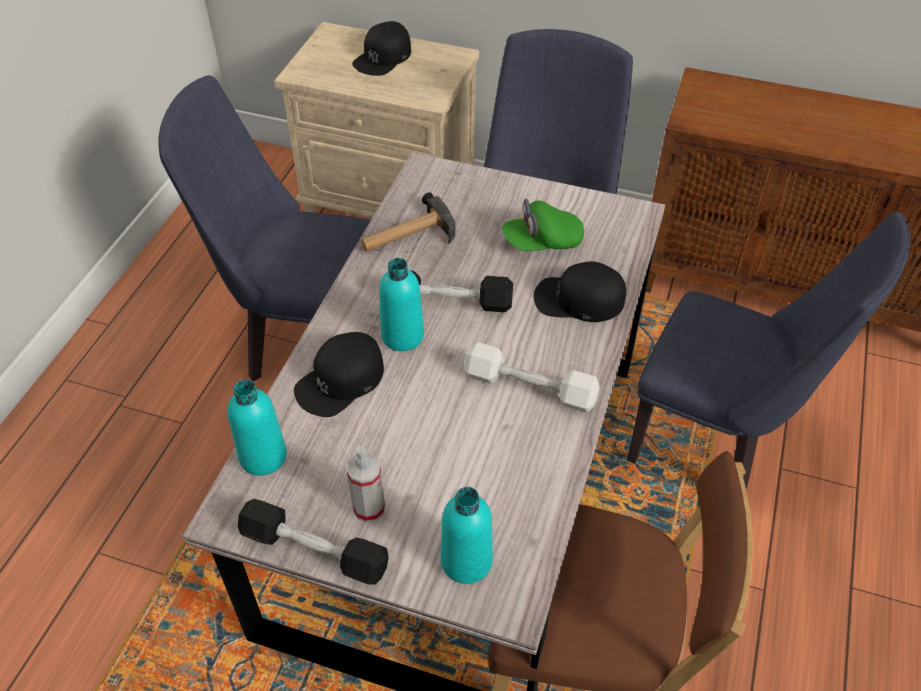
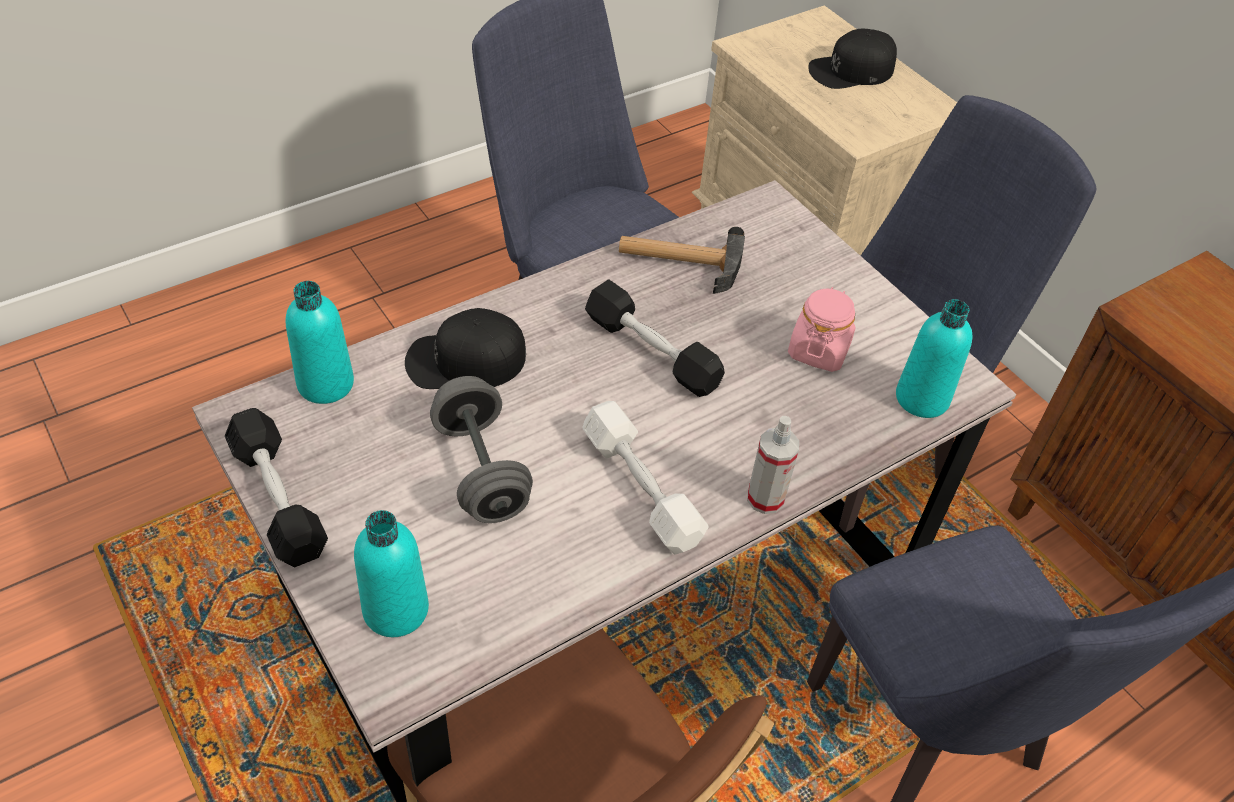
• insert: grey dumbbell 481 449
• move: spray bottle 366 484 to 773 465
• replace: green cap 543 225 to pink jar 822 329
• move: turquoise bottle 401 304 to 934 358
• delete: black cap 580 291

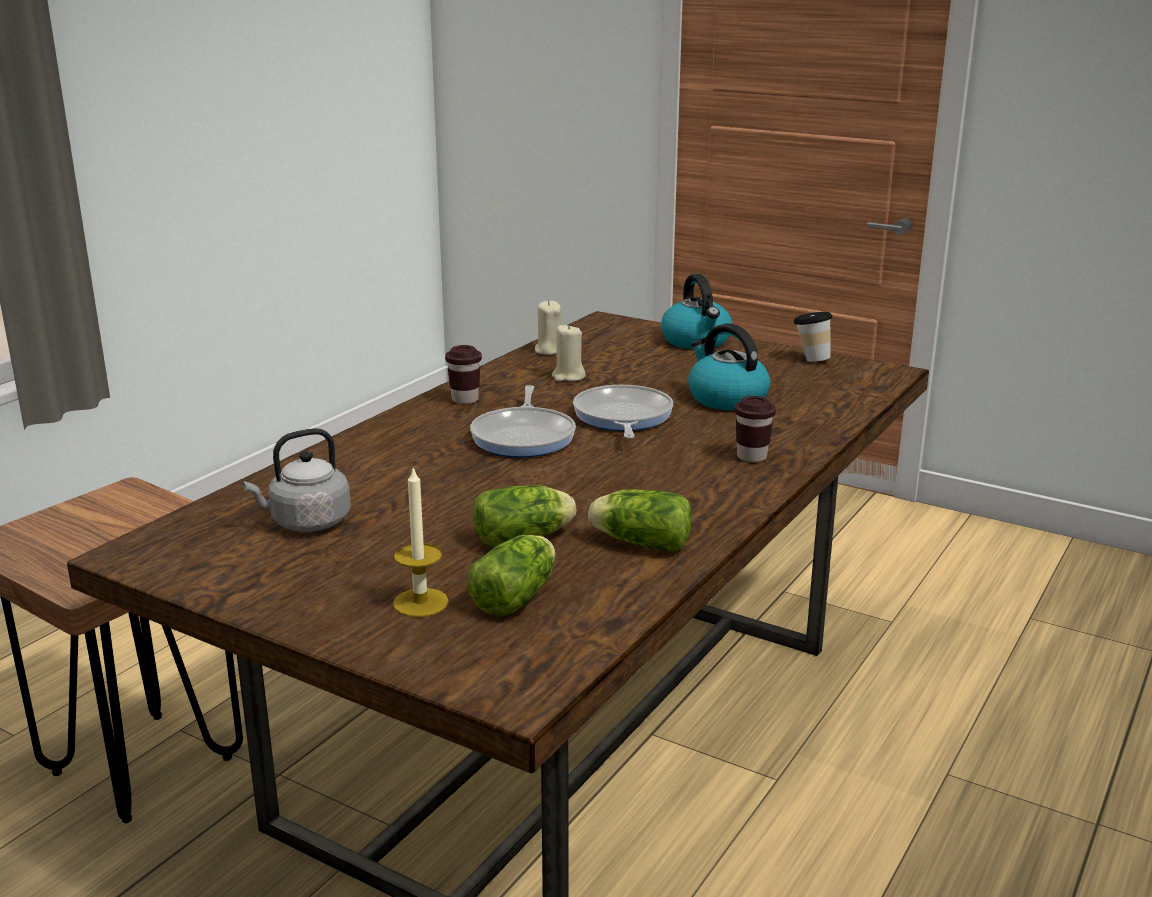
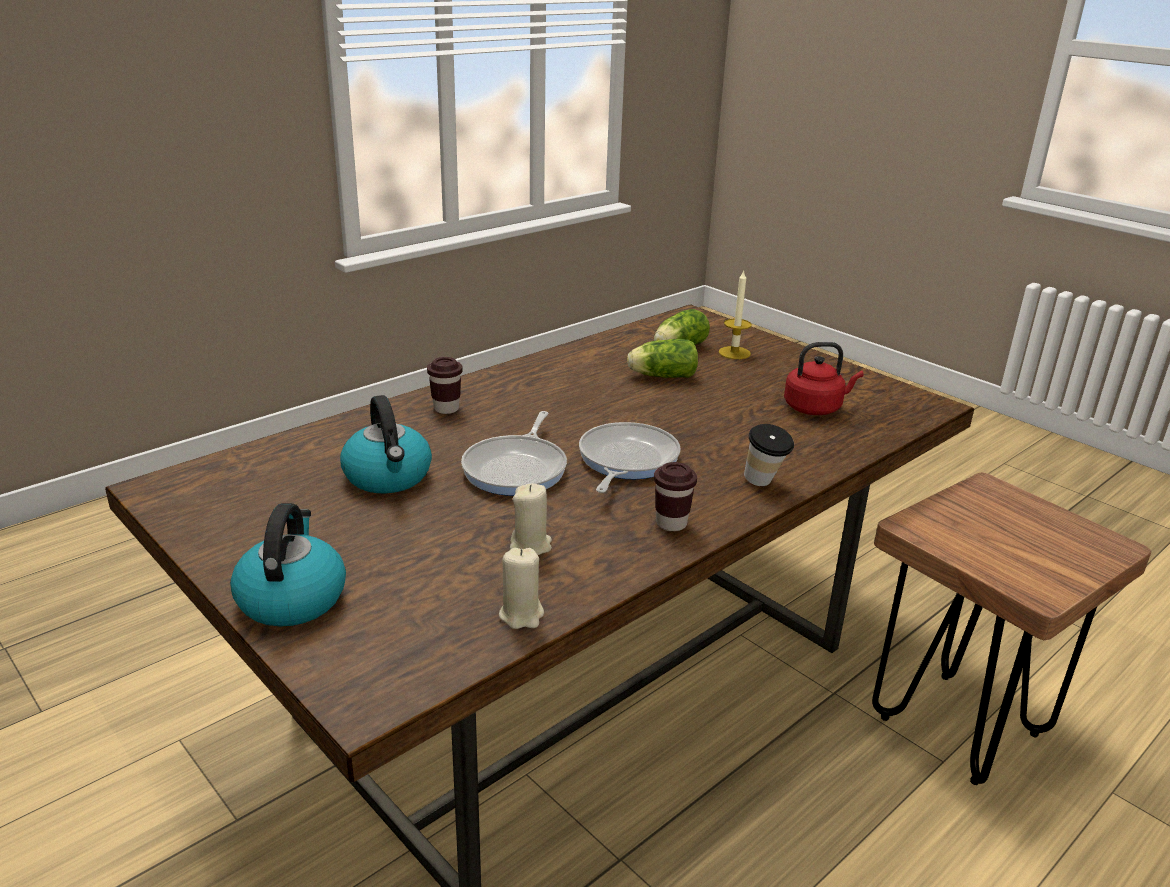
• move: cup 813 337 to 769 455
• recolor: grey kettle 296 480 to red kettle 824 378
• delete: lettuce 640 520

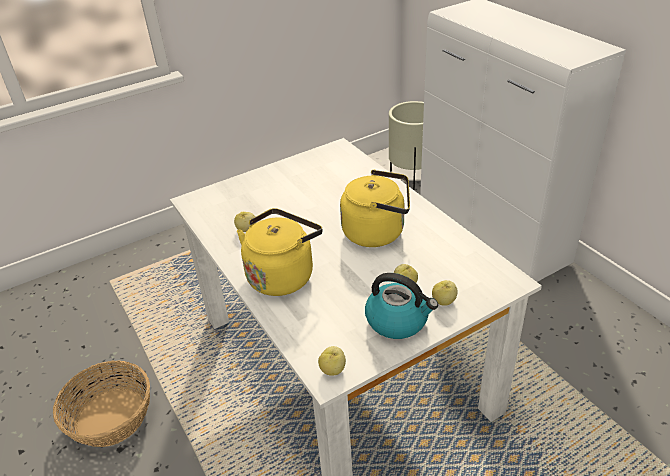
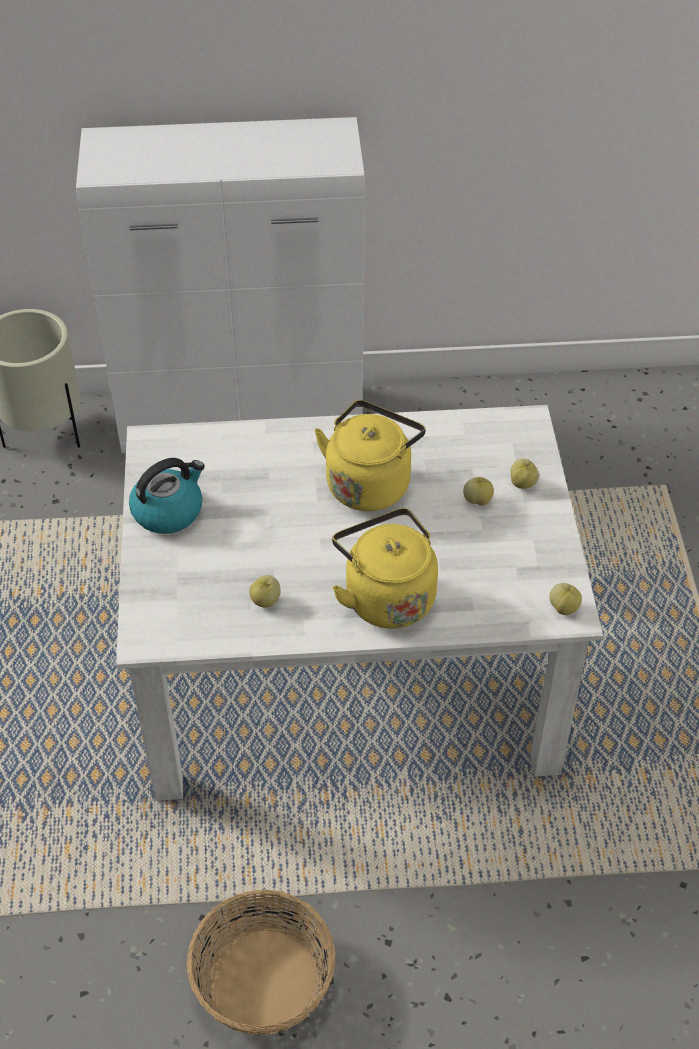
• move: kettle 401 306 to 167 496

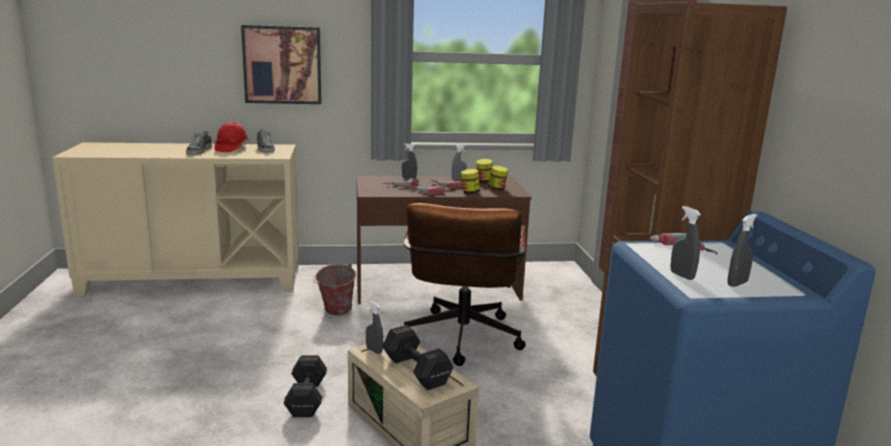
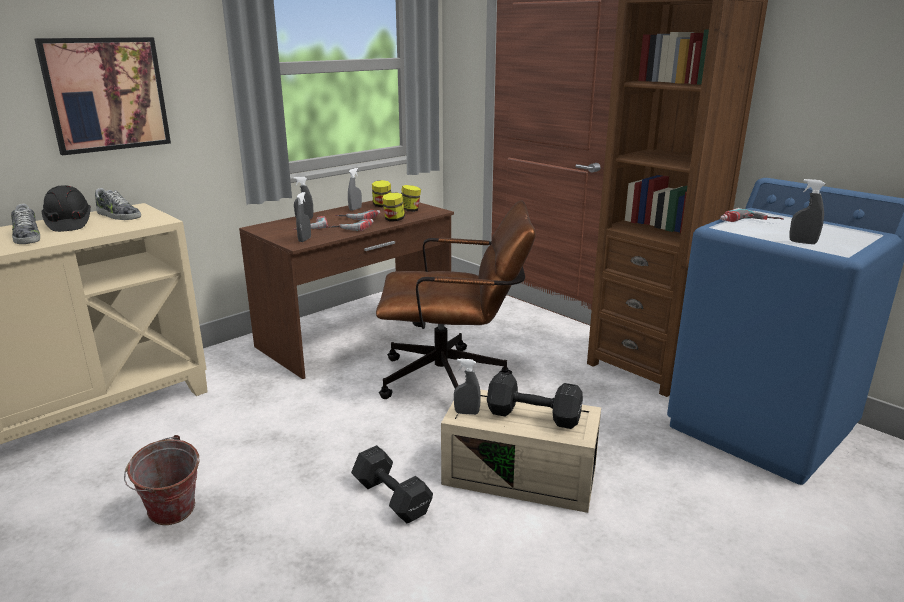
• recolor: red hard hat 231 137 to black hard hat 66 208
• move: bucket 335 289 to 162 480
• move: grey spray bottle 742 250 to 303 217
• rotate: brown office chair 465 284 = 456 299 60 degrees counterclockwise

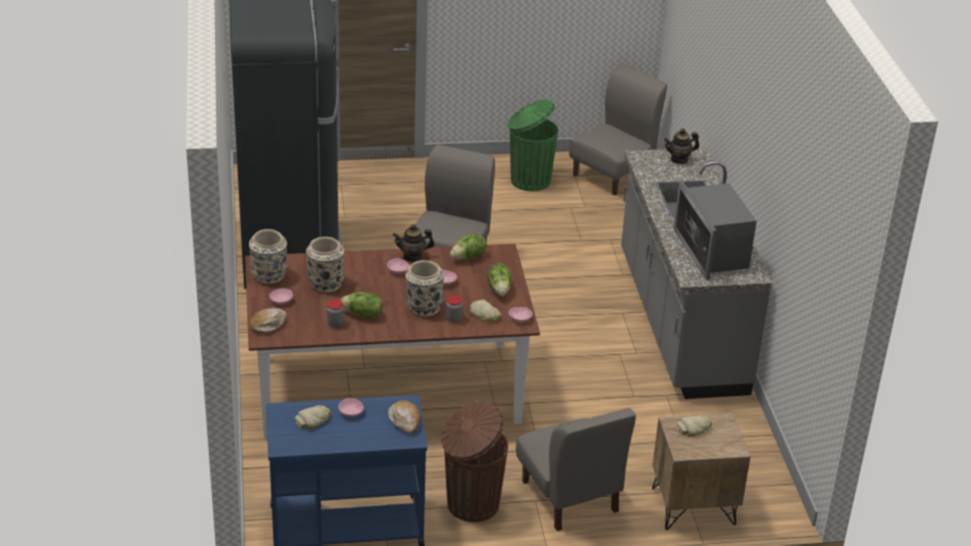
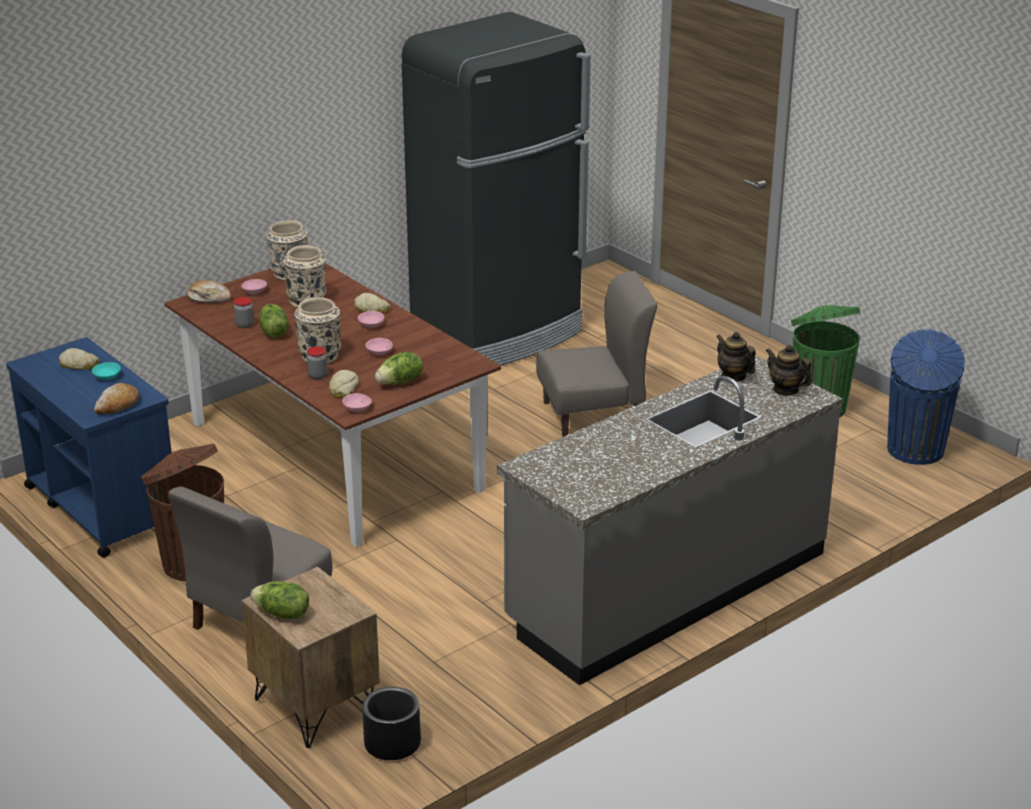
• recolor: pink bowl 351 407 to turquoise bowl 106 371
• move: lettuce 468 247 to 280 600
• move: bread 694 426 to 372 303
• insert: black planter 392 723
• move: teapot 413 243 to 736 357
• replace: grey chair 618 130 to blue trash can 926 397
• delete: microwave 715 230

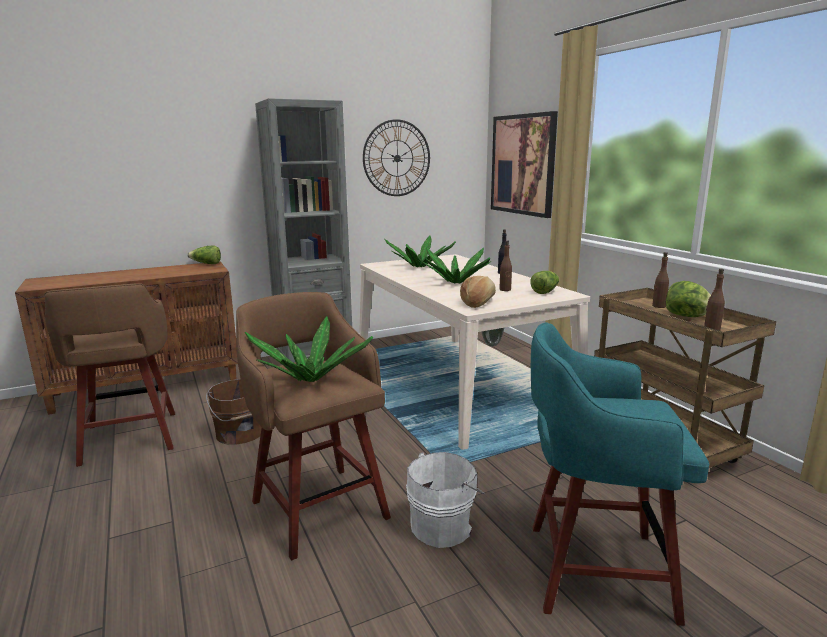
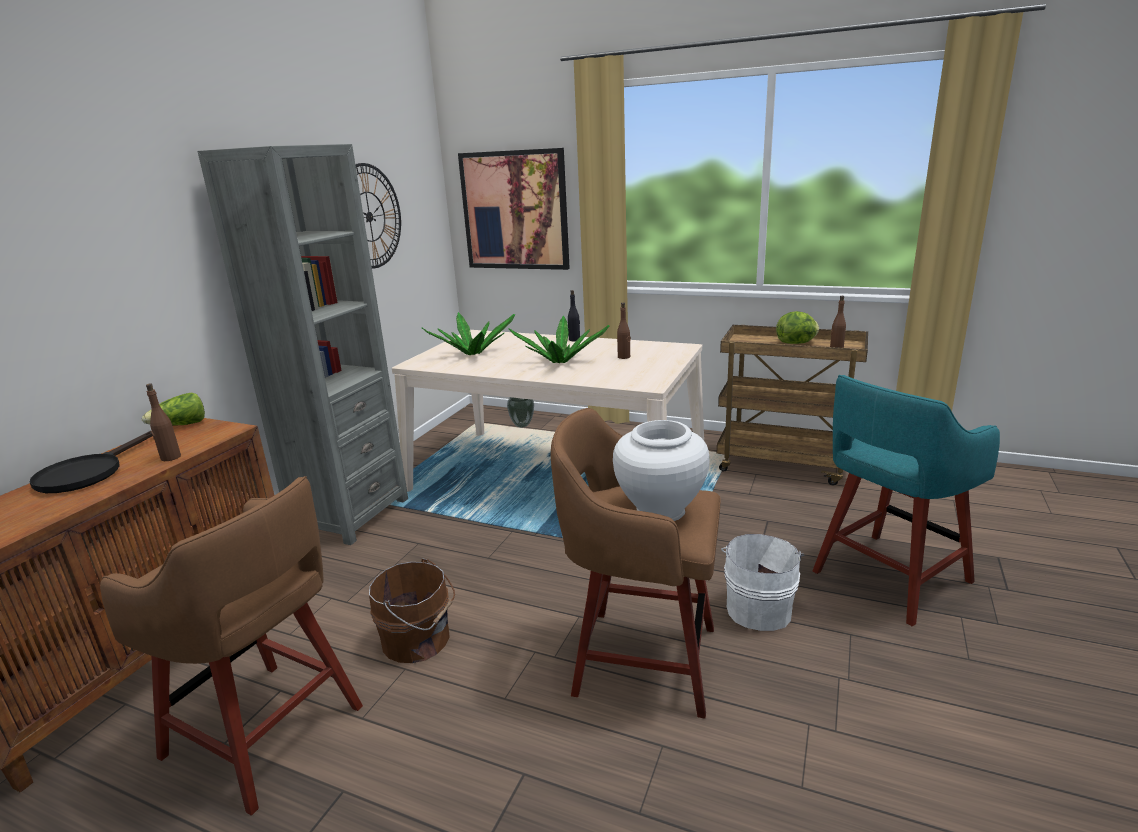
• insert: black frying pan 91 462
• move: brown bottle 660 280 to 163 422
• replace: potted plant 308 349 to white vase 661 470
• delete: bread 478 292
• delete: lettuce 545 282

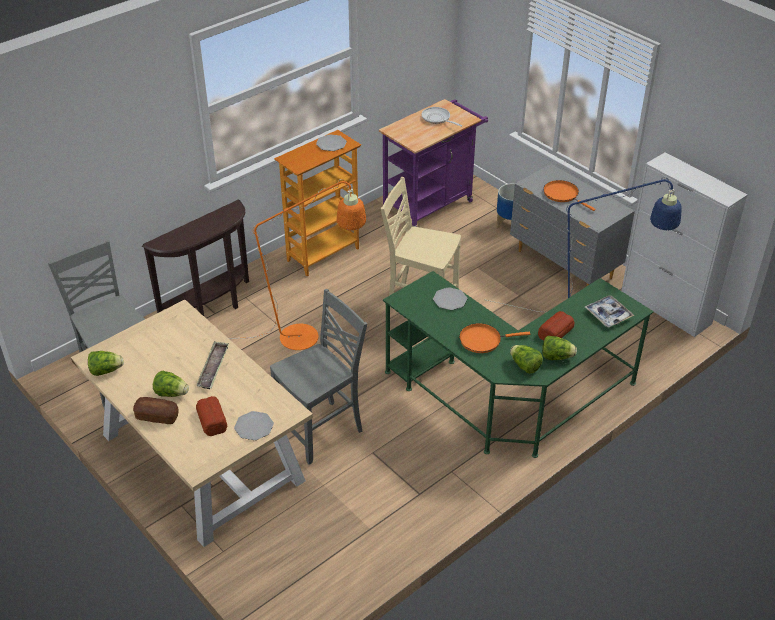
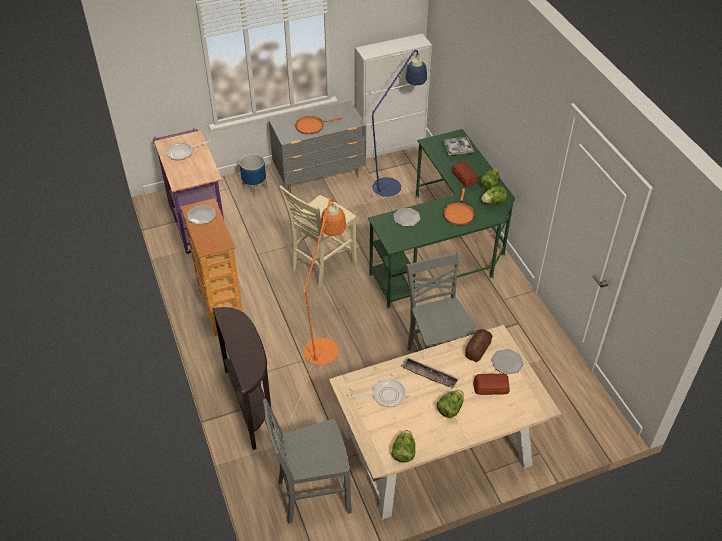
• insert: frying pan 377 393
• move: bread 155 410 to 479 345

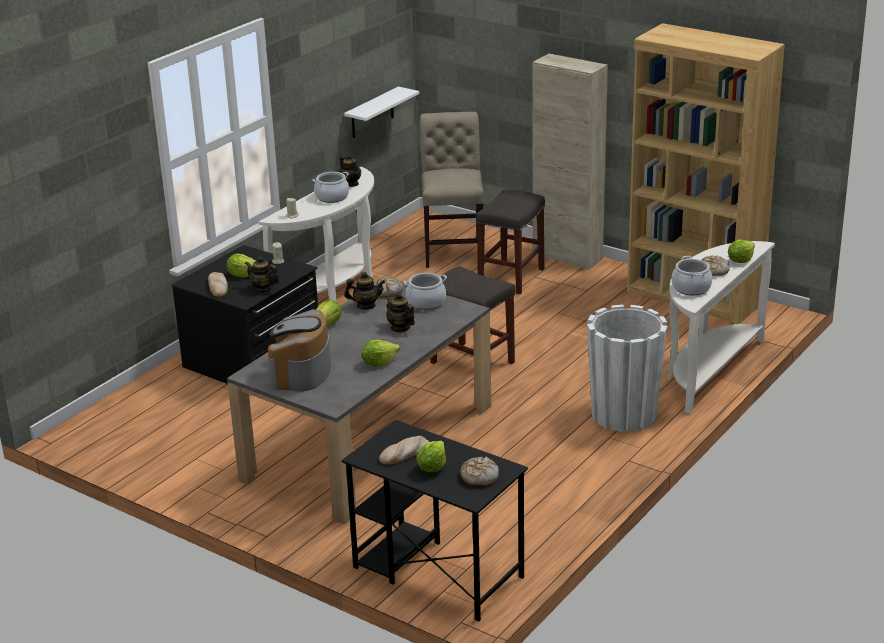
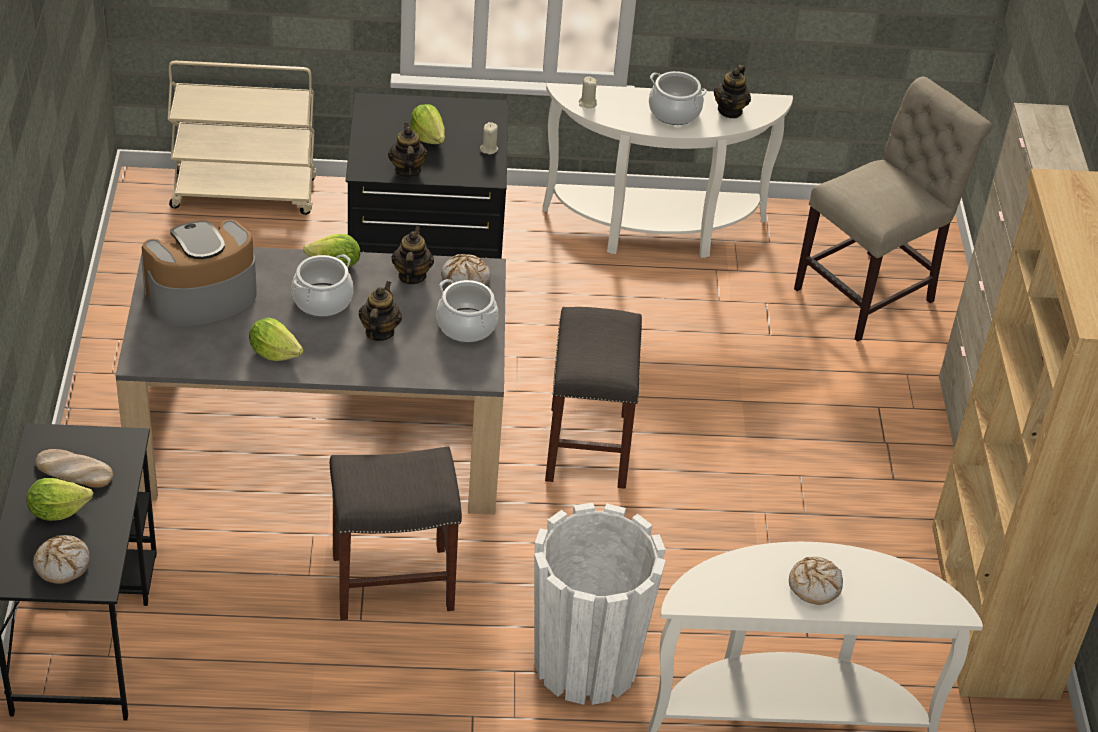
• insert: beige cart 242 138
• move: cooking pot 692 275 to 322 285
• move: grey stool 510 242 to 396 533
• rotate: teapot 364 291 = 413 255 135 degrees counterclockwise
• delete: bread 218 284
• delete: white shelf 381 112
• delete: lettuce 741 251

